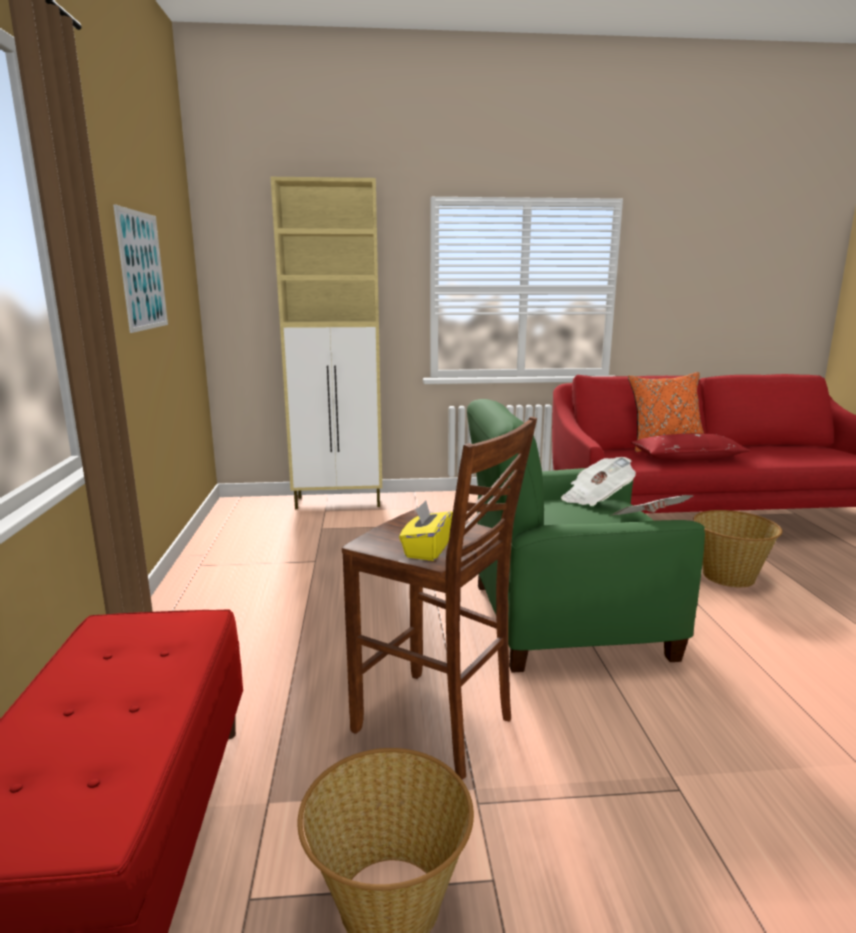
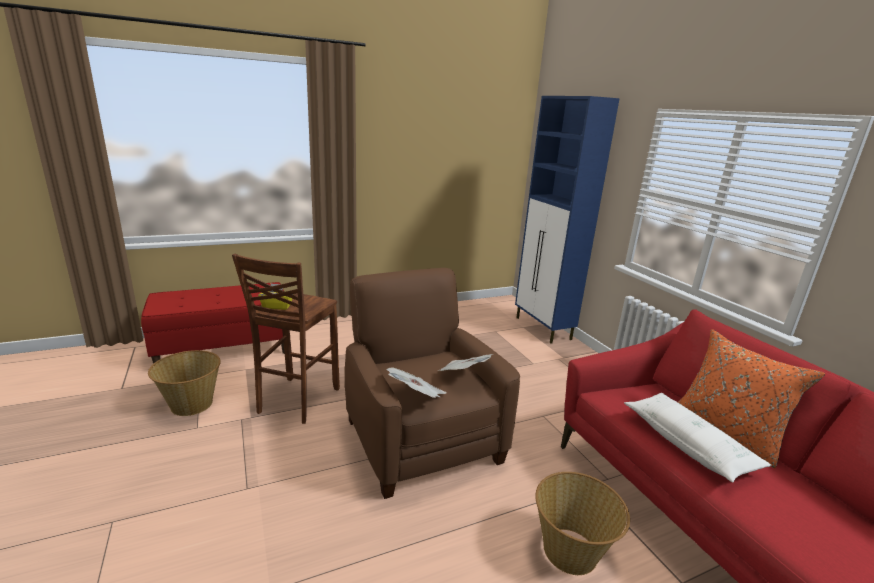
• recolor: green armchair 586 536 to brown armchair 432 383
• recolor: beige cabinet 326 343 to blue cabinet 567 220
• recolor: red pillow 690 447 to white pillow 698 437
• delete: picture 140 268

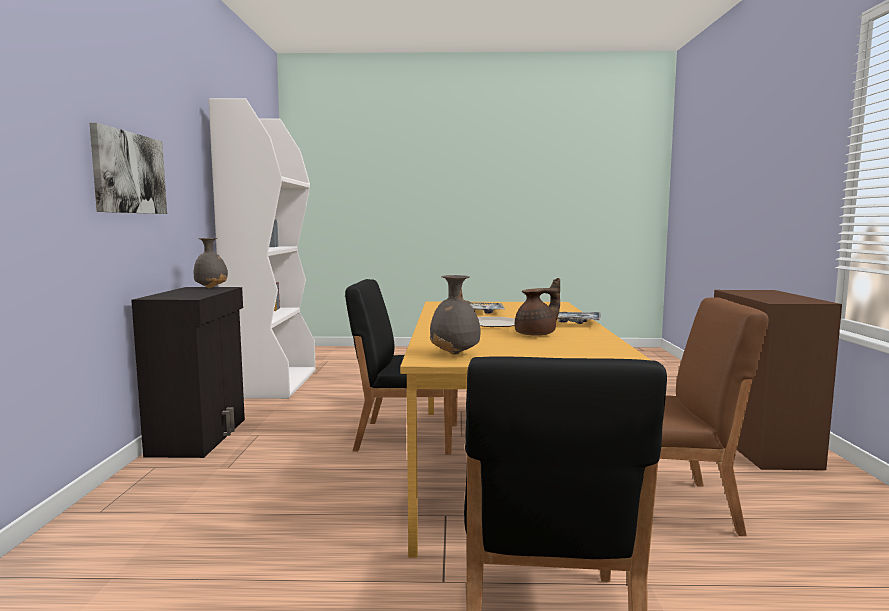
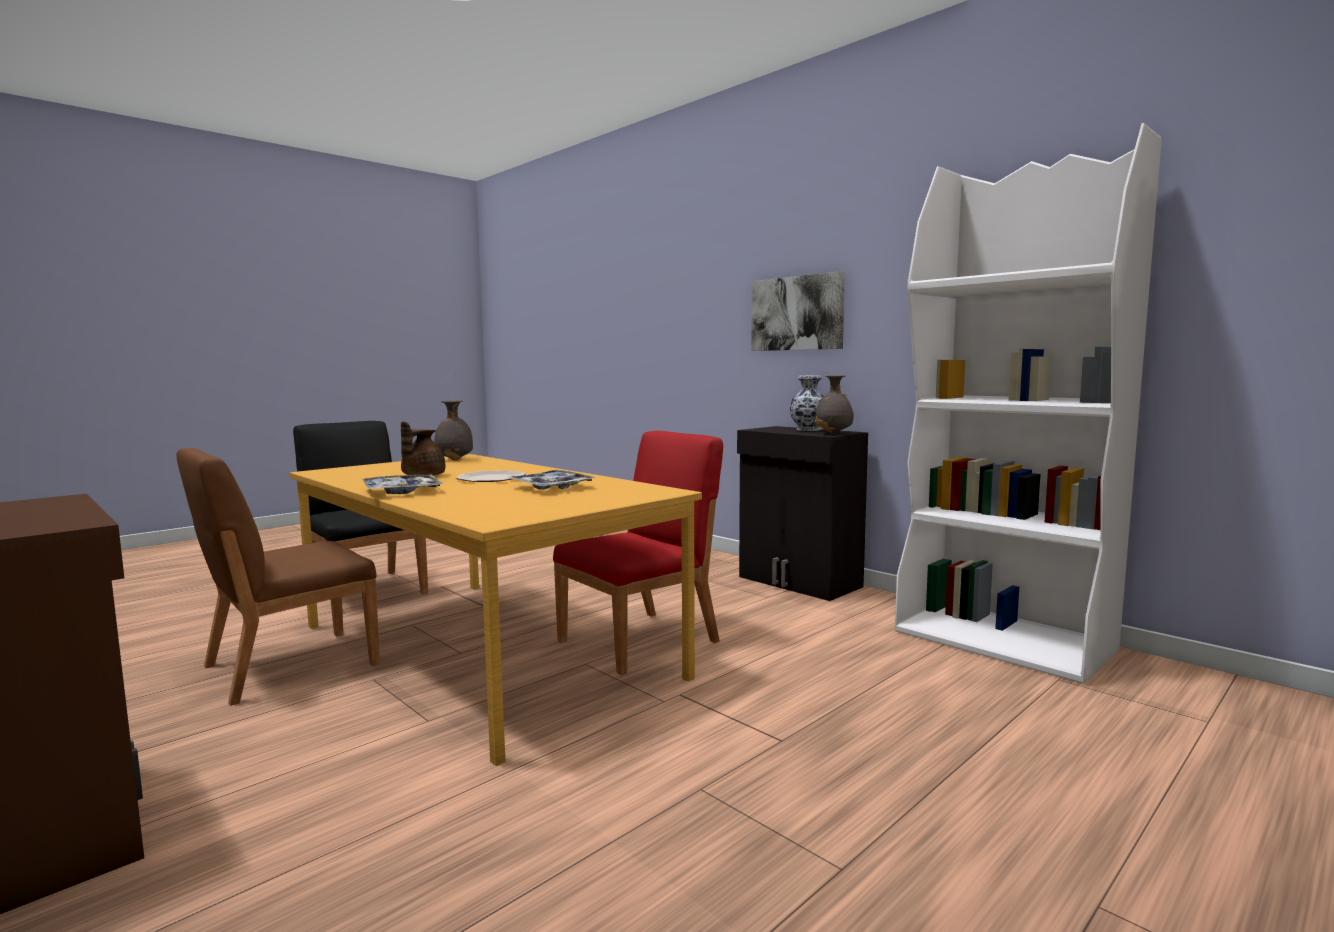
• recolor: black chair 401 367 to red chair 638 553
• insert: vase 806 403

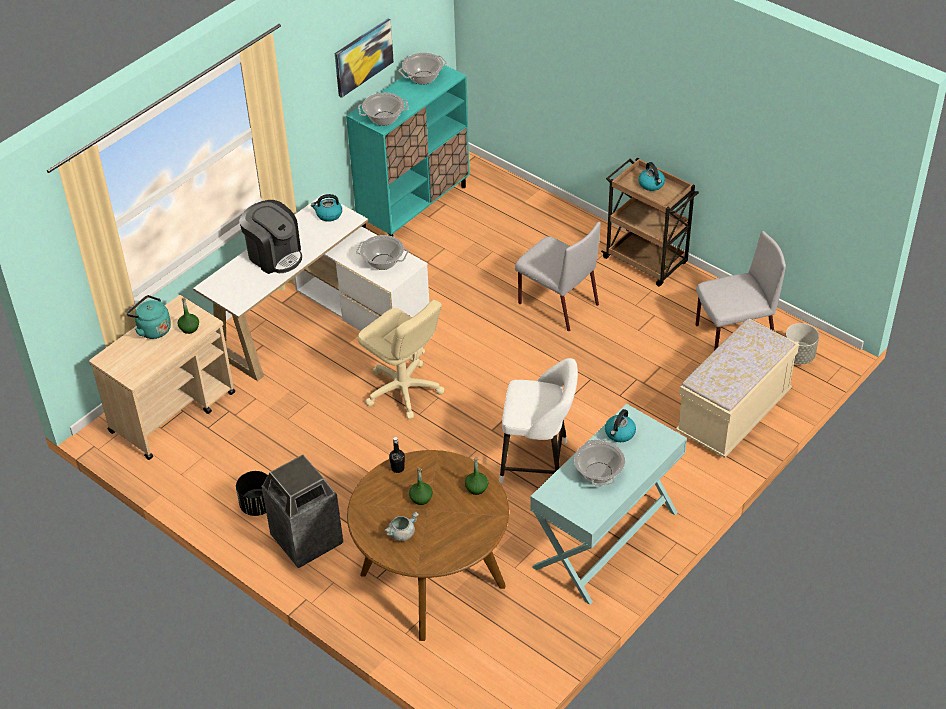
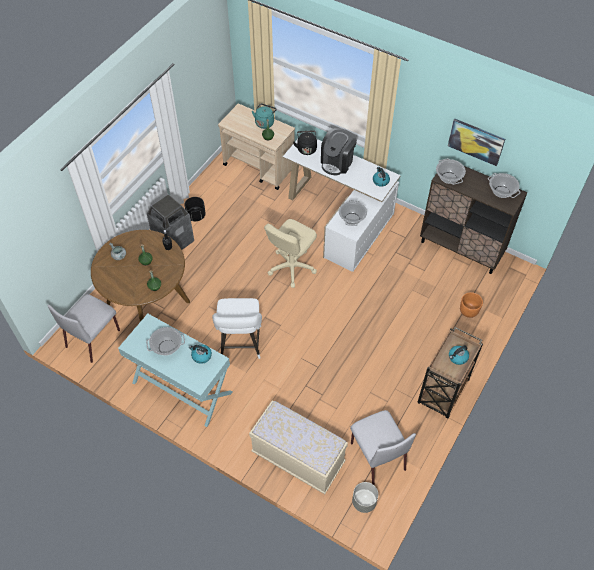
• move: grey chair 558 276 to 83 328
• insert: black kettle 305 142
• recolor: turquoise cabinet 408 151 to brown cabinet 474 220
• insert: orange planter 471 305

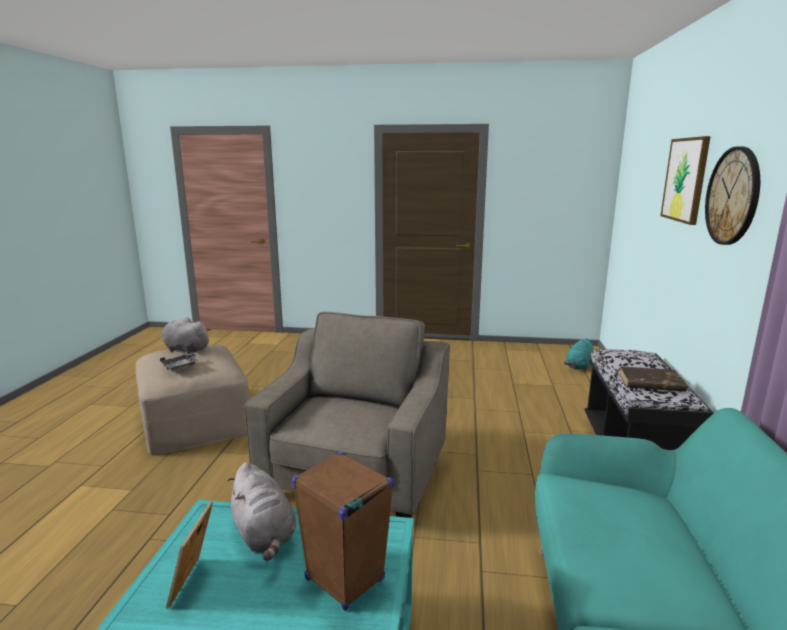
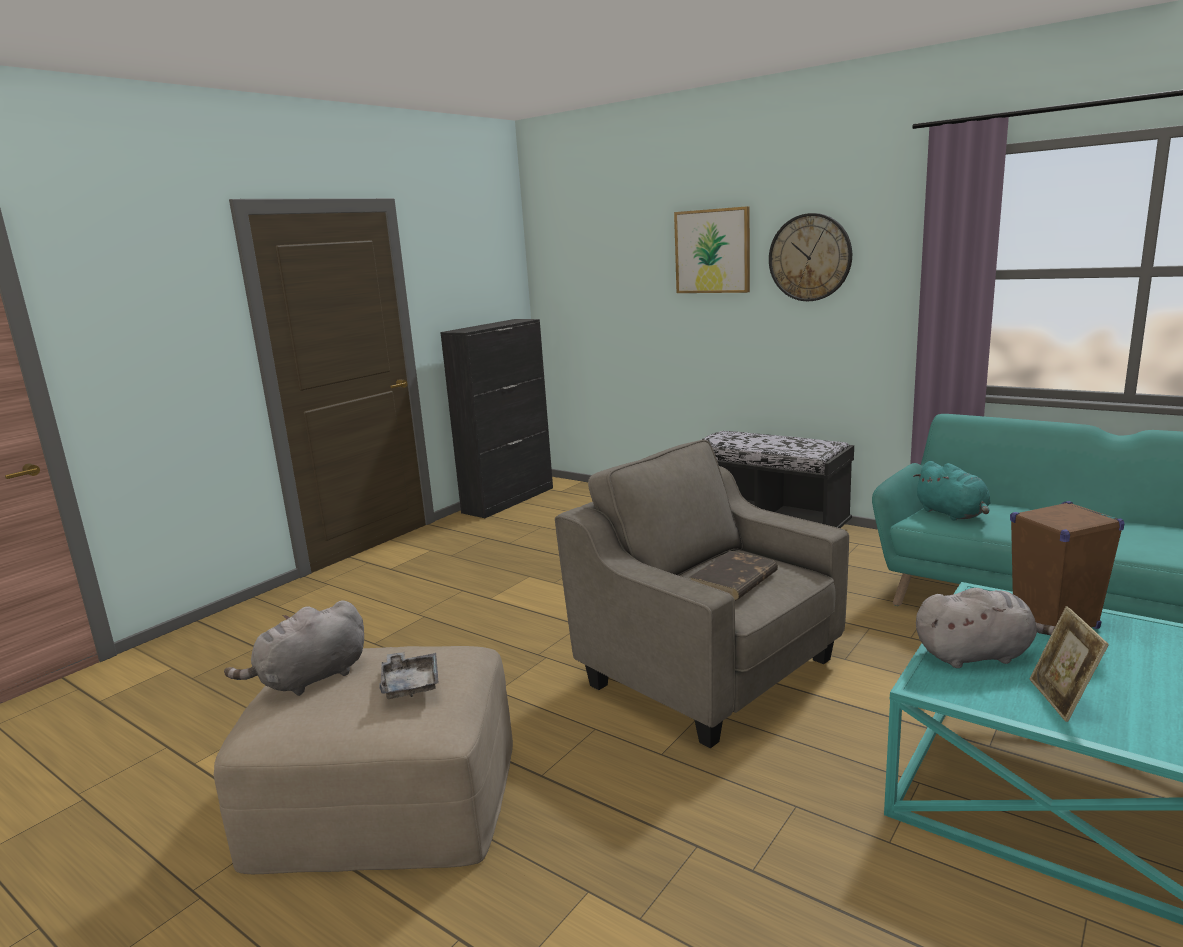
• insert: black cabinet 496 418
• move: brown book 653 379 to 733 576
• move: turquoise plush toy 578 354 to 952 491
• rotate: picture frame 189 555 = 1069 664 60 degrees clockwise

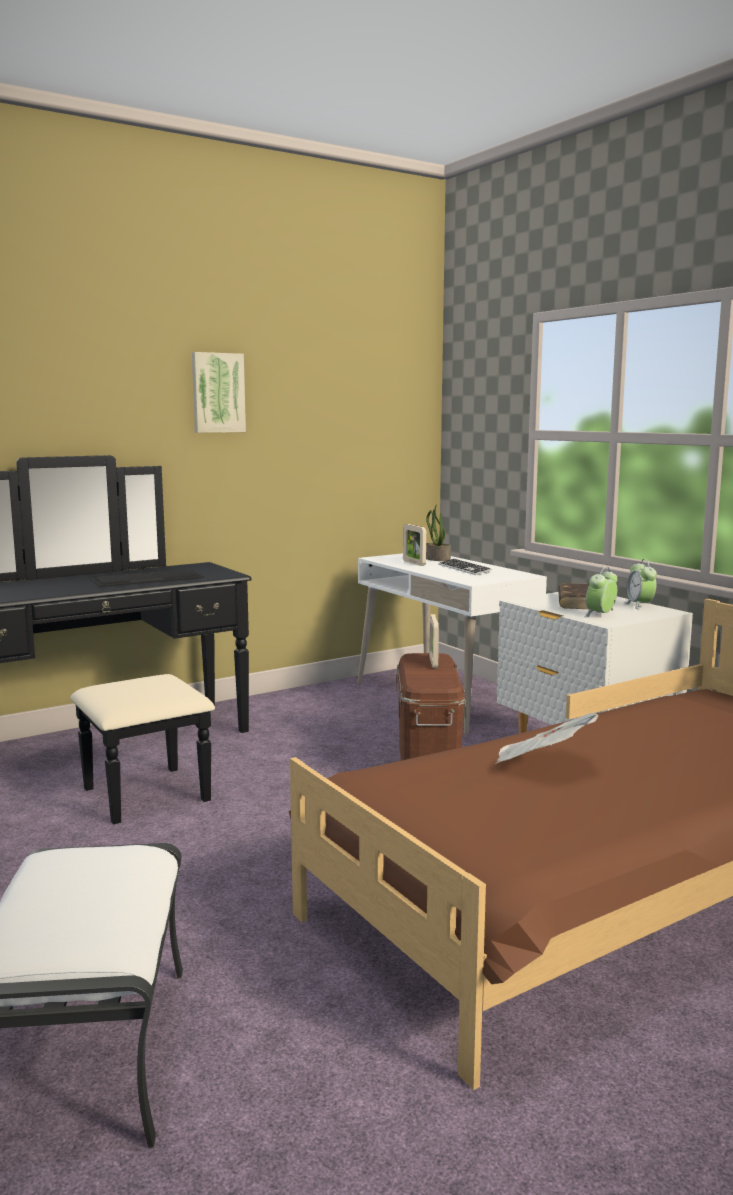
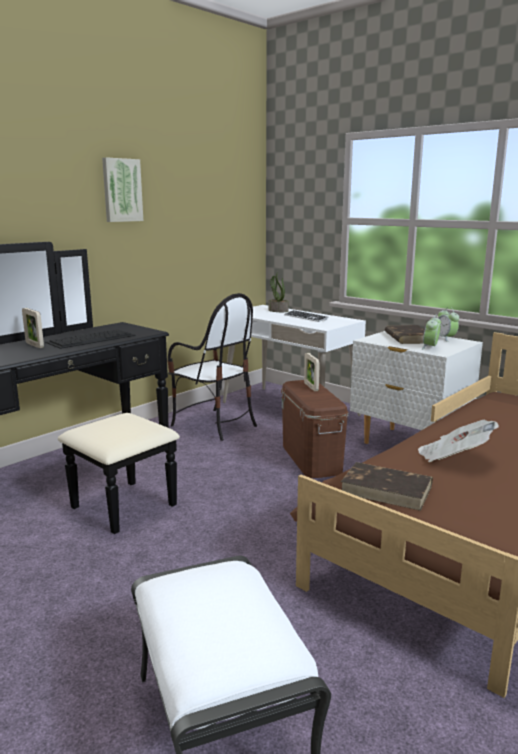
• move: picture frame 414 545 to 33 328
• insert: chair 212 367
• insert: brown book 387 486

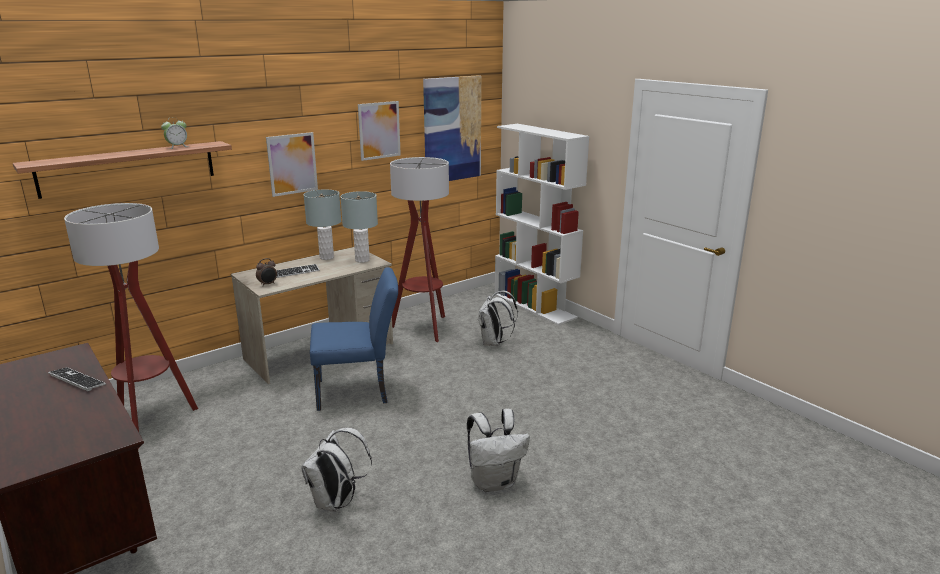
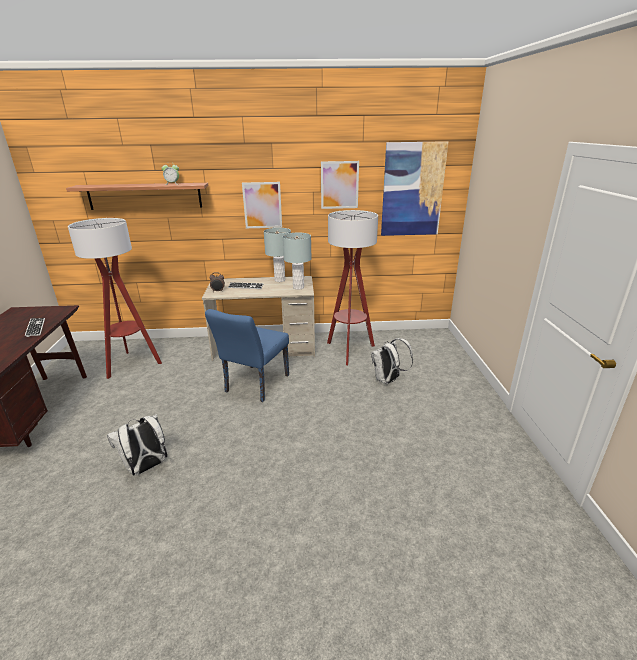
• rotate: blue chair 354 339 = 247 355 90 degrees clockwise
• delete: white backpack 498 450
• delete: white bookcase 542 224

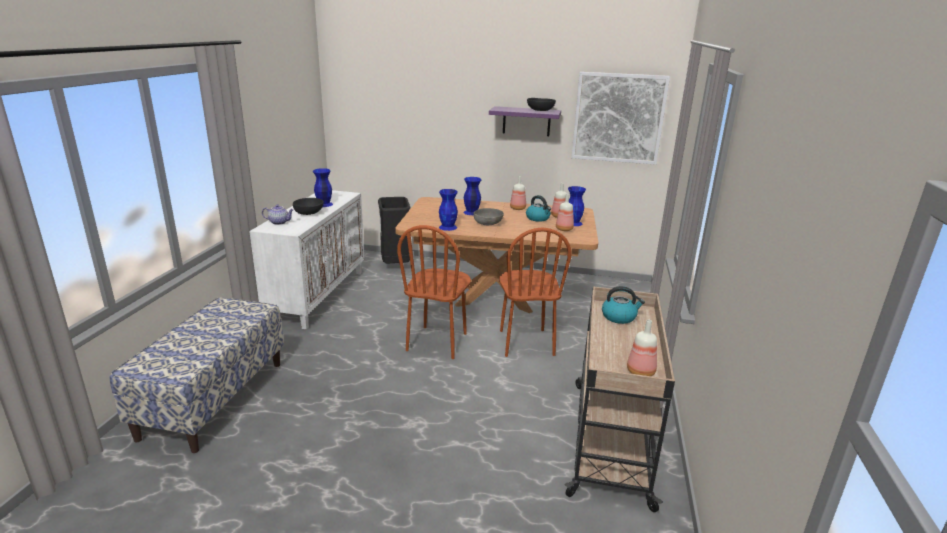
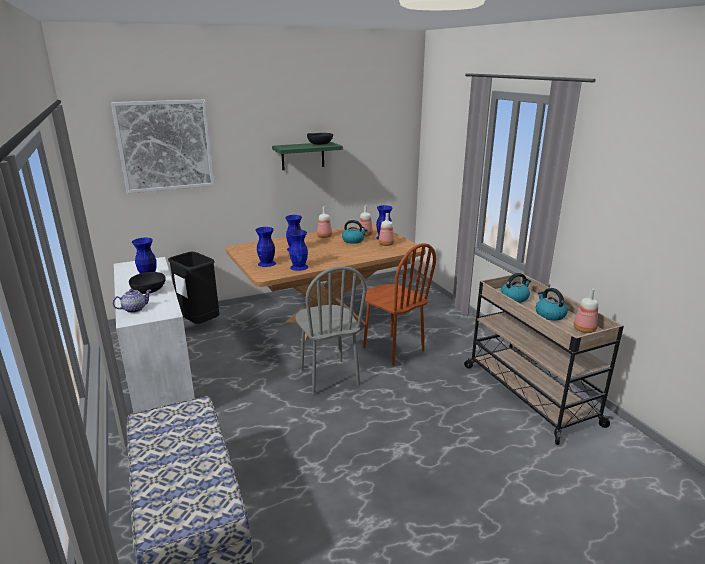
• move: picture 620 118 to 162 147
• insert: blue vase 265 247
• recolor: purple shelf 525 121 to green shelf 307 156
• recolor: brown chair 434 292 to grey chair 331 330
• insert: kettle 551 304
• delete: grey bowl 489 216

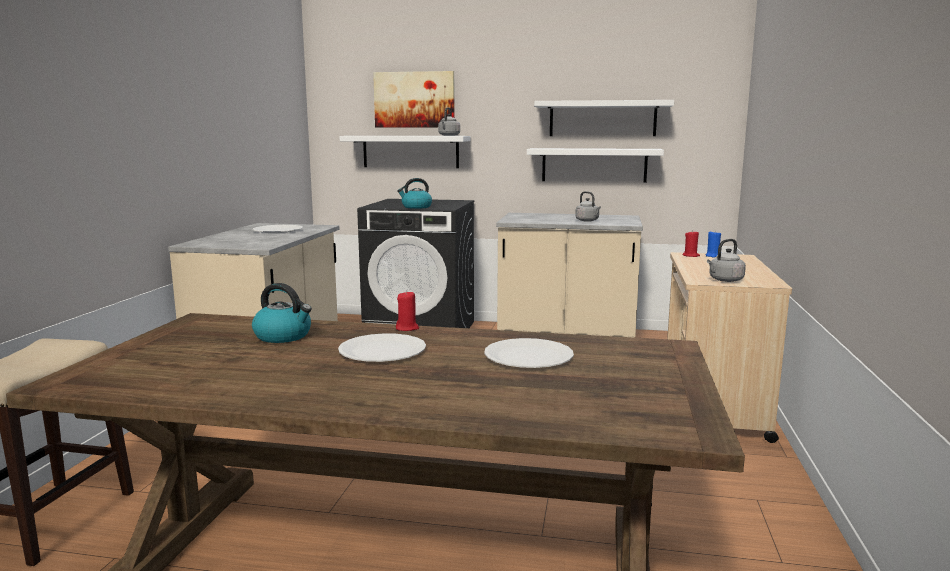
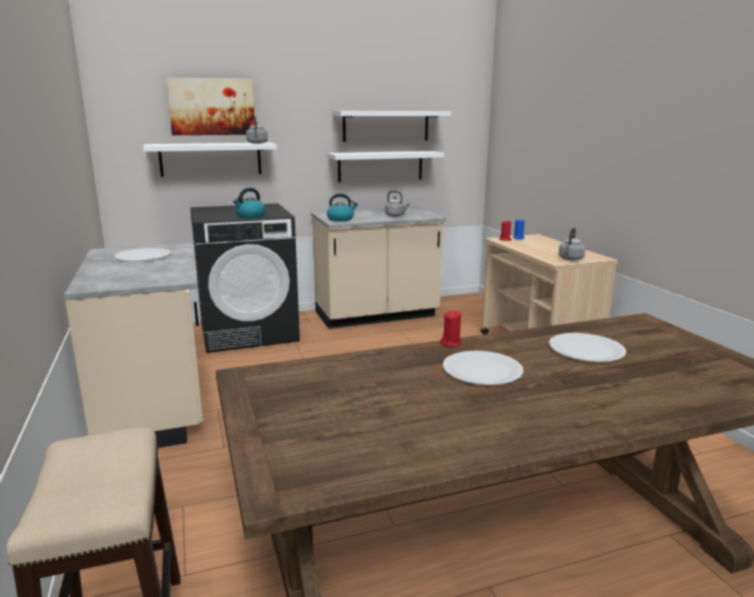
• move: kettle 282 313 to 342 207

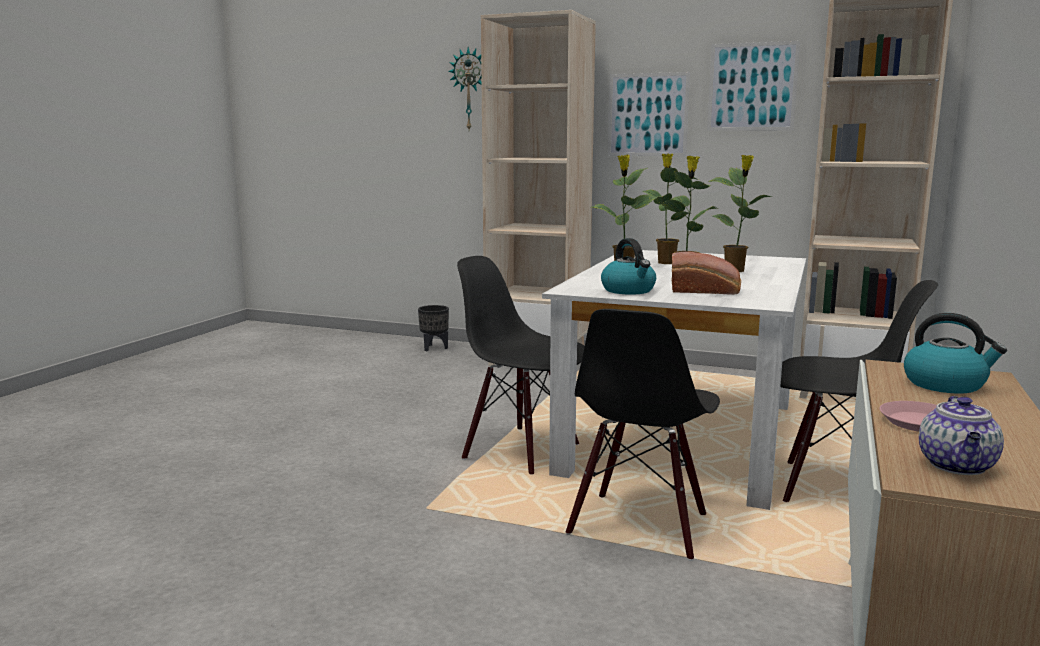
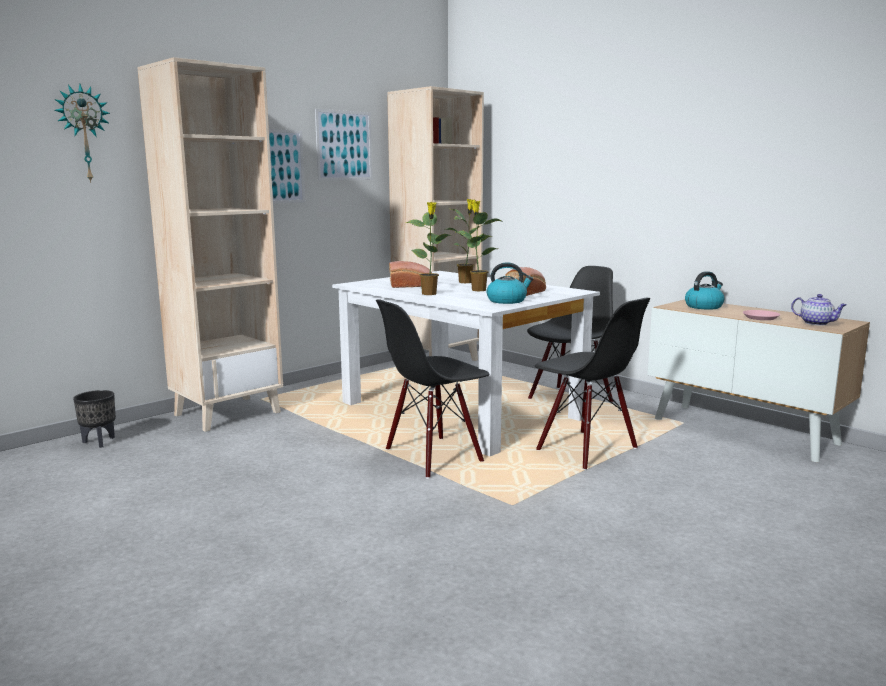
• replace: potted plant 671 208 to bread 410 274

